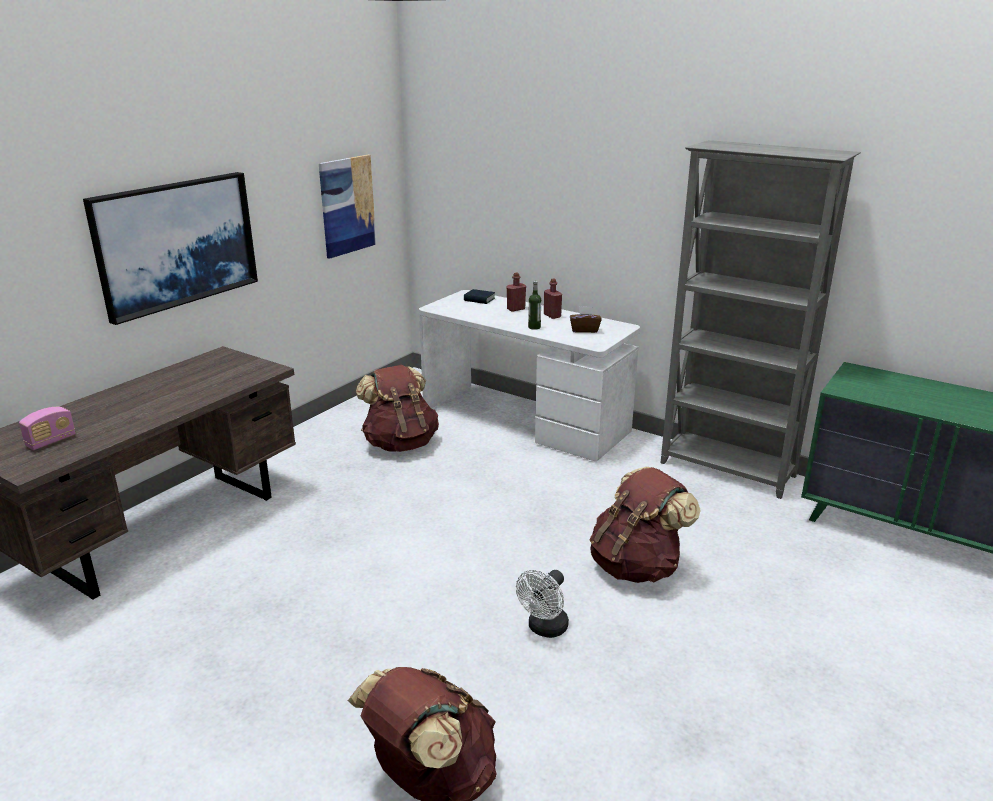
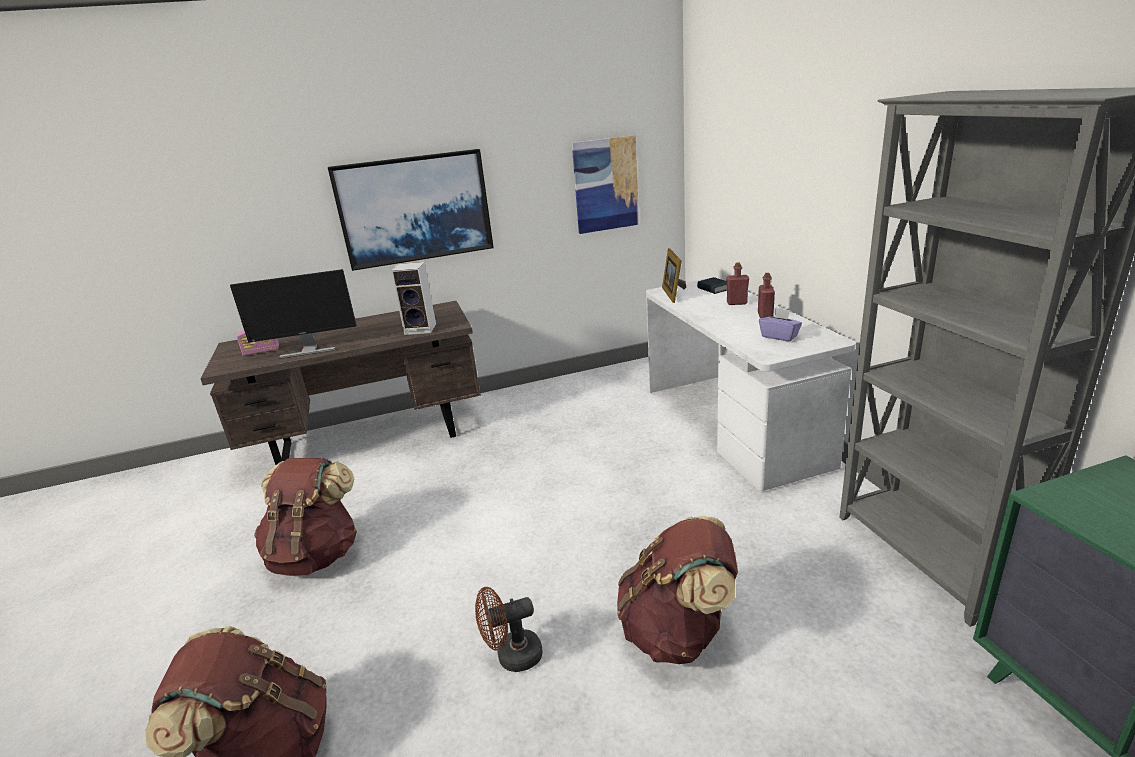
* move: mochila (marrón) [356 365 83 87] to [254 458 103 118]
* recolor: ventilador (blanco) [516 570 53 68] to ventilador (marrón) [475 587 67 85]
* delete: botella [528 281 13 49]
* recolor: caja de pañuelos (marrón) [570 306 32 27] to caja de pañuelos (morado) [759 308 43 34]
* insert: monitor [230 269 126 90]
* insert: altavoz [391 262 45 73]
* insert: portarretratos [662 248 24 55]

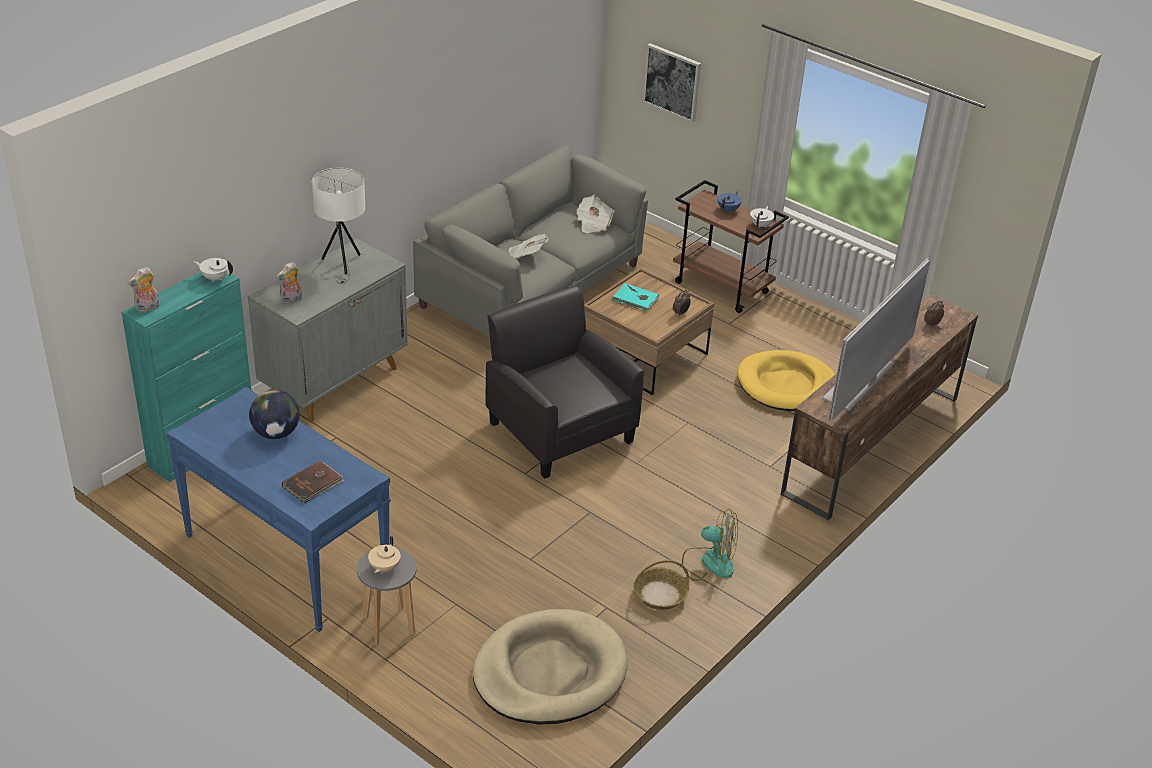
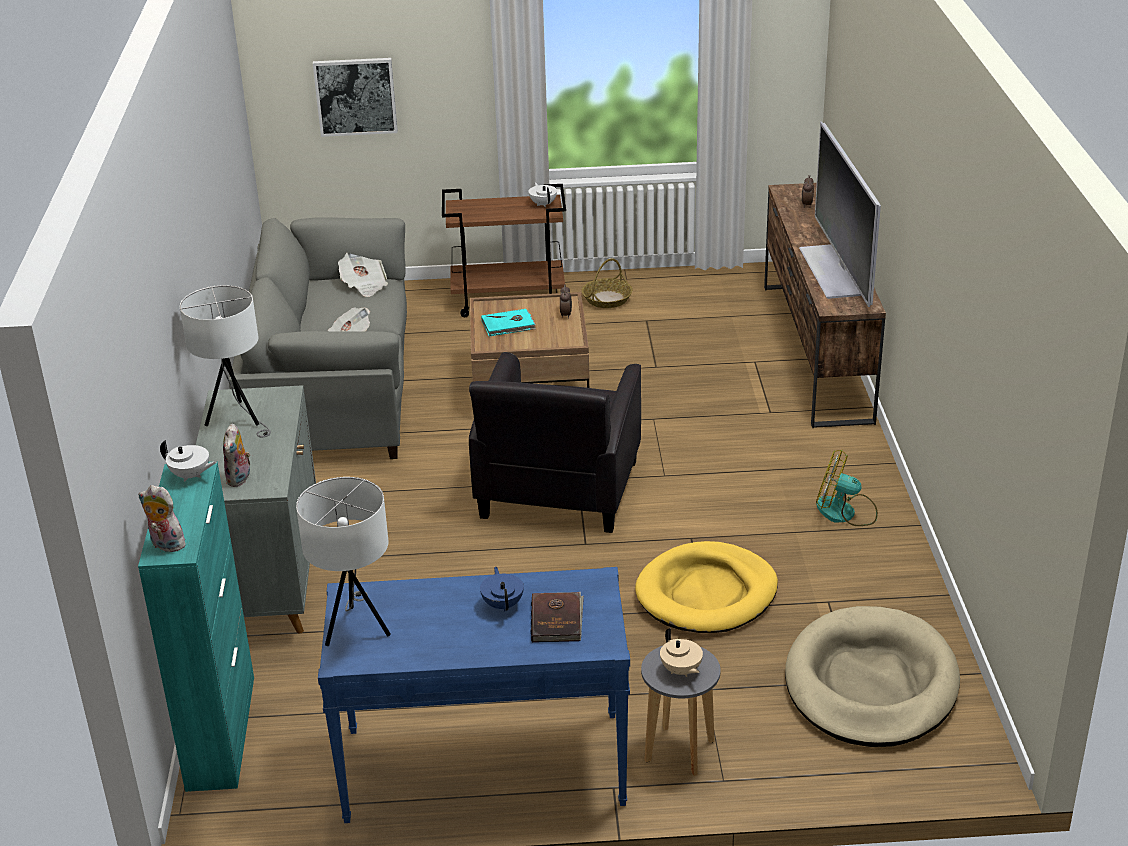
* rotate: peluche [128 267 31 46] = [138 485 48 67] 105 degrees clockwise
* rotate: tetera (blanco) [194 258 39 24] = [160 440 57 42] 135 degrees counterclockwise
* delete: globo terráqueo [249 390 51 49]
* rotate: sillón (negro) [486 285 158 194] = [469 352 172 181] 90 degrees counterclockwise
* move: cesta [634 560 55 50] to [582 258 51 50]
* rotate: ventilador [682 509 56 72] = [816 450 62 76] 135 degrees counterclockwise
* move: tetera (azul) [718 191 24 21] to [480 567 44 45]
* move: cama para perro (amarillo) [738 350 97 61] to [635 541 143 92]
* insert: lámpara de mesa (blanco) [296 477 95 169]

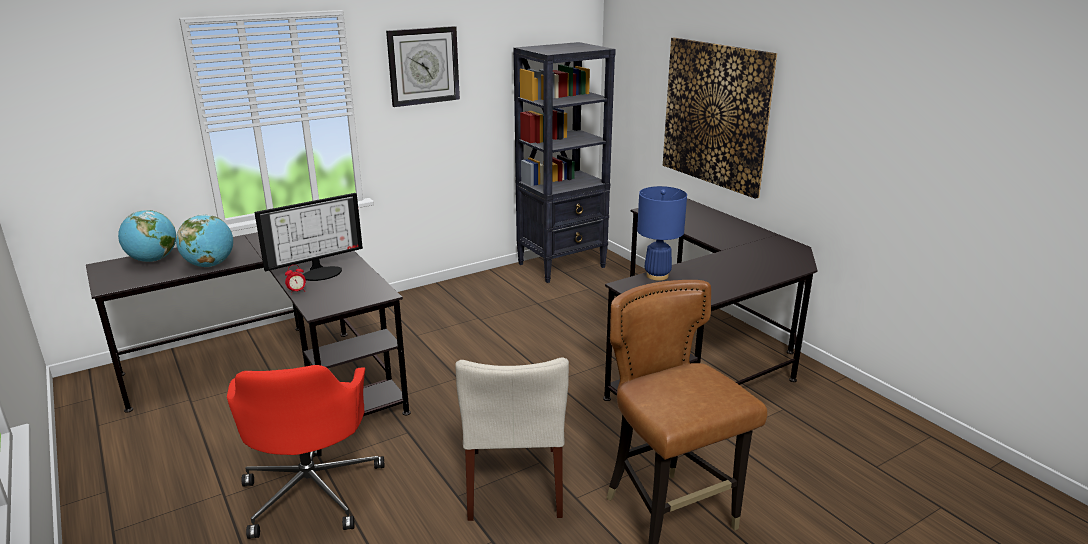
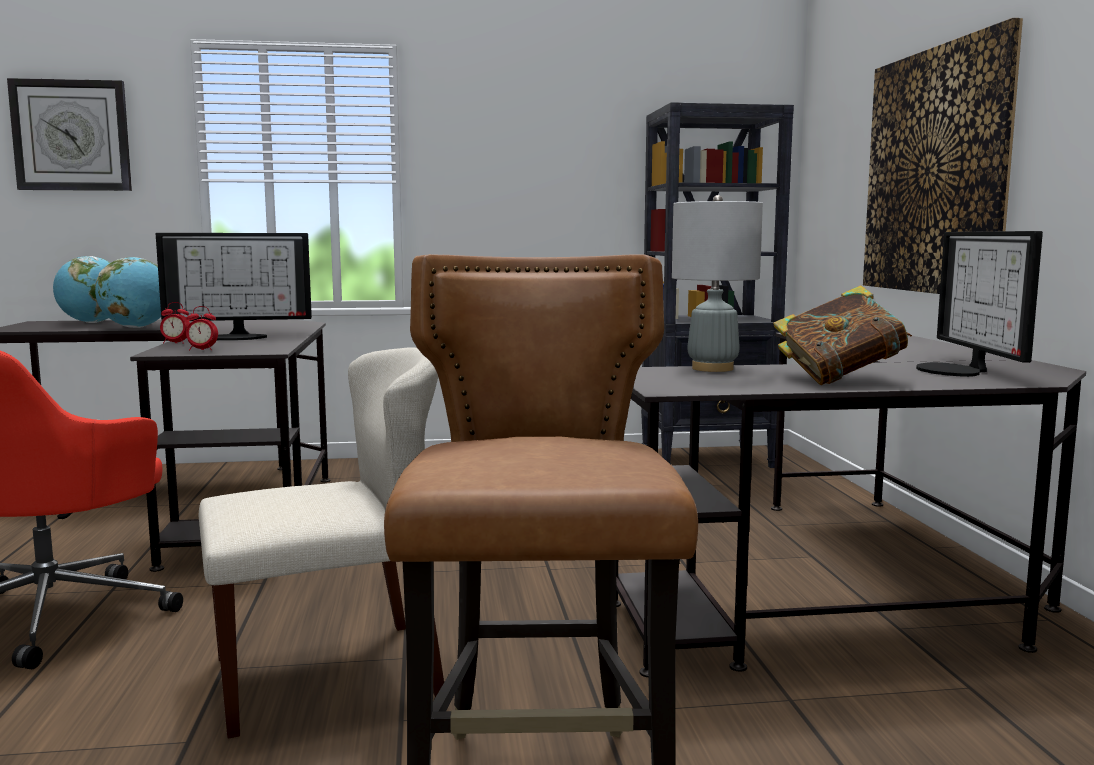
* move: reloj de pared [386 26 74 81] to [7 78 125 113]
* rotate: silla (beis) [455 357 114 164] = [199 347 245 392] 135 degrees counterclockwise
* recolor: lámpara de mesa (azul) [637 186 50 95] to lámpara de mesa (gris) [672 195 91 177]
* insert: despertador [186 306 32 44]
* insert: libro [773 285 139 100]
* insert: monitor [916 231 127 146]

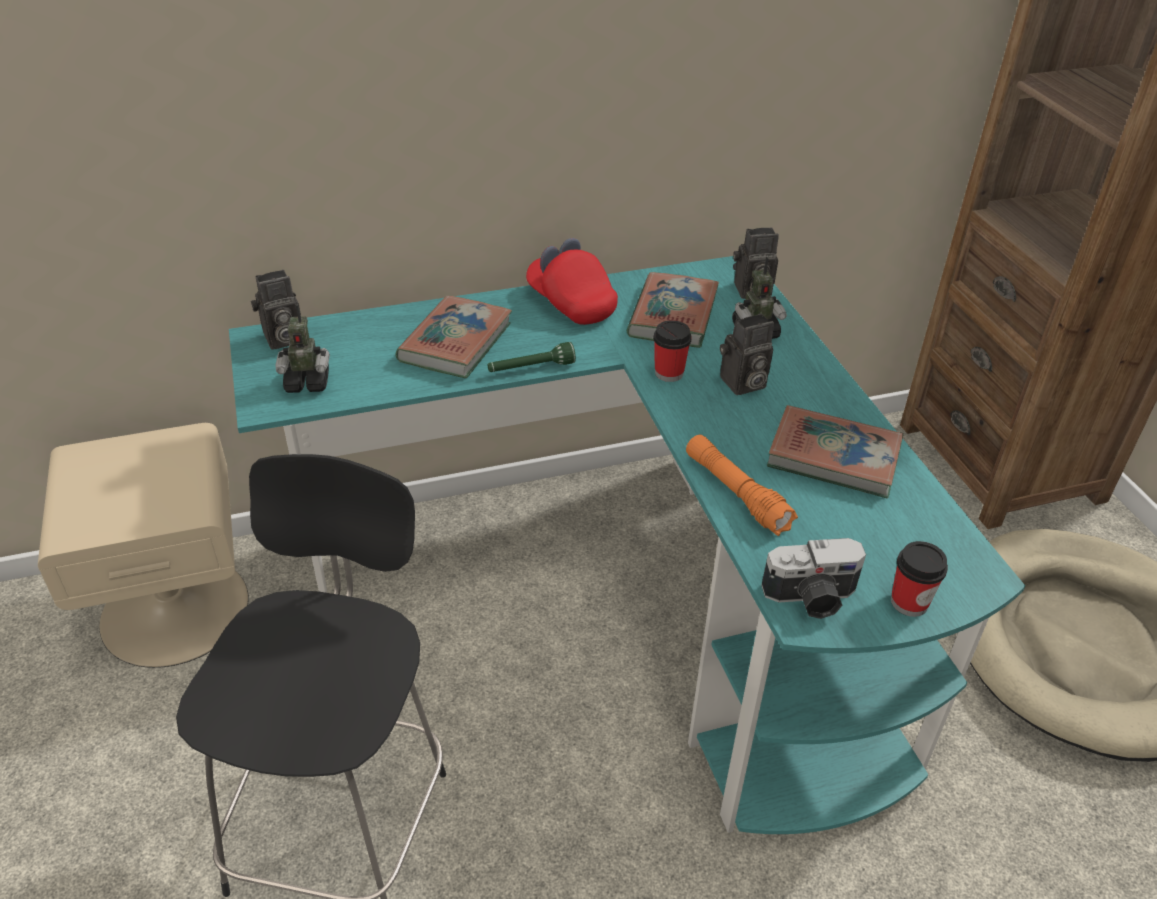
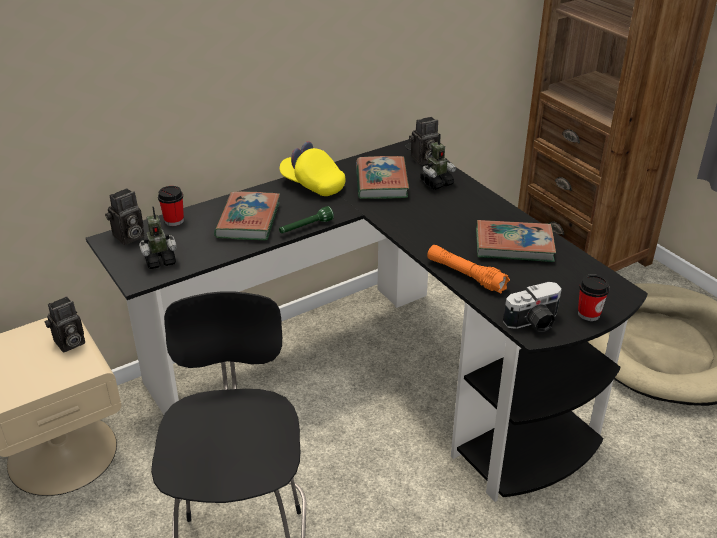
* recolor: escritorio (turquesa) [229 256 796 578] to escritorio (negro) [86 139 562 363]
* recolor: gorra (rojo) [526 238 92 87] to gorra (amarillo) [280 142 65 54]
* move: taza [653 320 39 62] to [158 186 26 40]
* move: cámara [720 314 54 81] to [45 296 40 57]

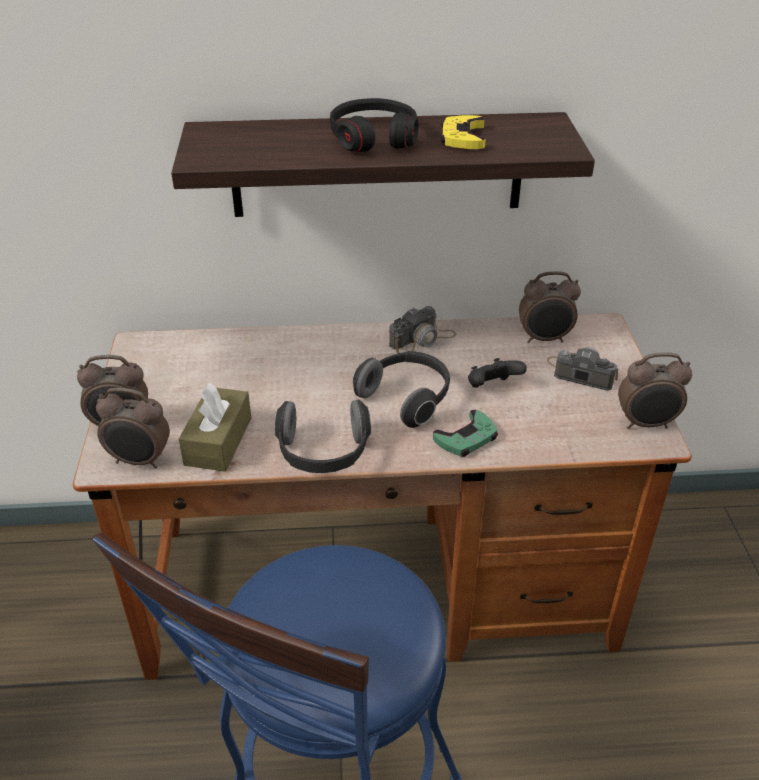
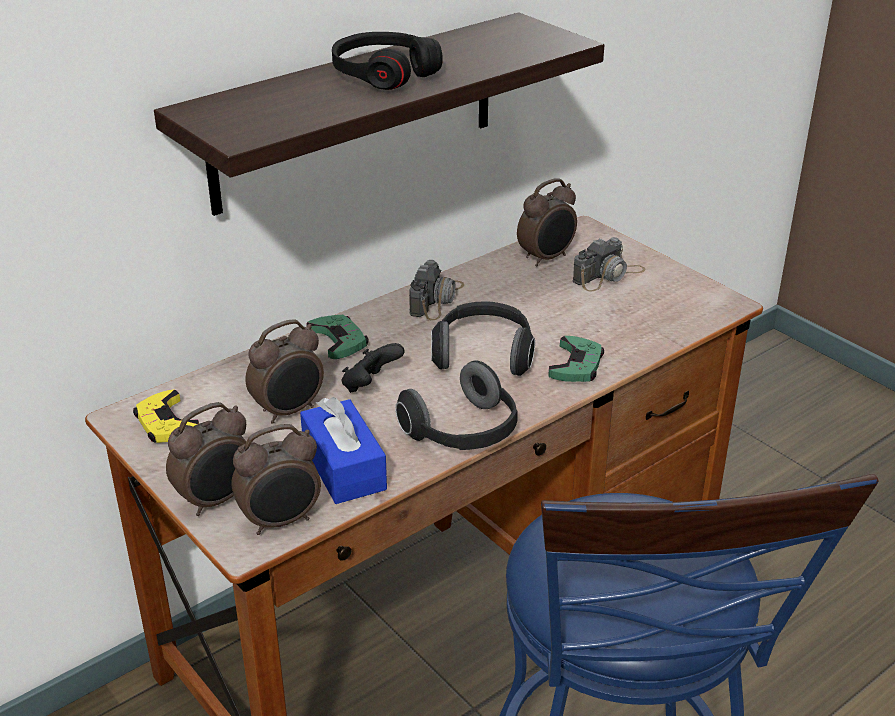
* recolor: caja de pañuelos (marrón) [179 383 72 89] to caja de pañuelos (azul) [300 397 87 107]
* move: mando de consola (amarillo) [441 115 45 34] to [133 390 66 53]
* move: mando de consola (negro) [468 358 59 30] to [342 343 63 50]
* rotate: cámara [547 347 71 43] = [572 237 74 54] 150 degrees clockwise
* move: despertador [618 352 74 77] to [245 319 79 105]
* insert: mando de consola (verde) [307 315 62 44]

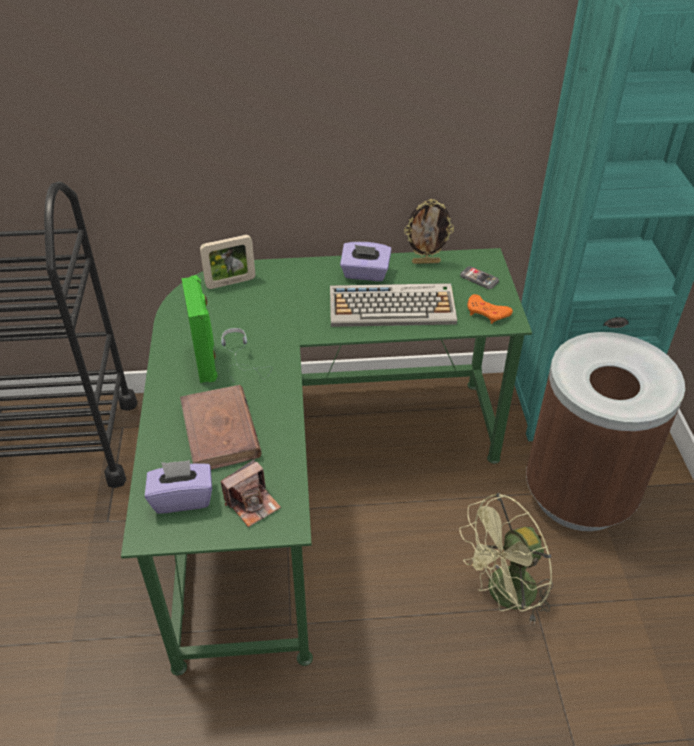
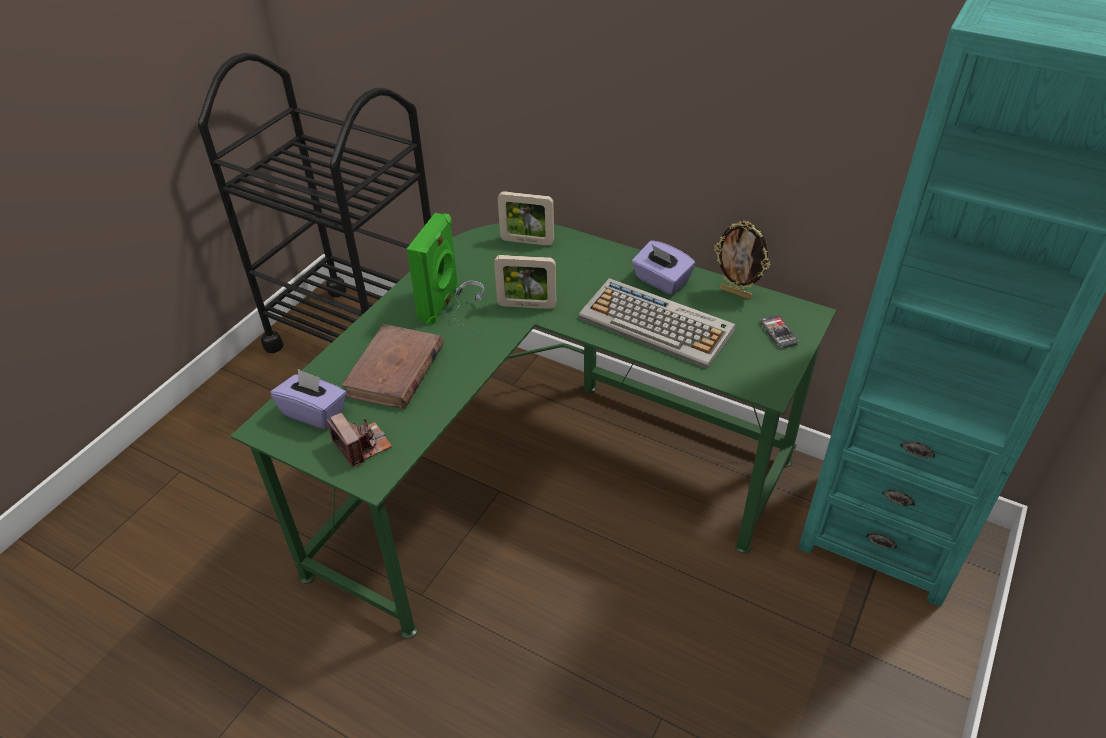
* rotate: cámara [221 460 60 67] = [327 413 65 54] 120 degrees counterclockwise
* delete: ventilador (verde) [459 493 94 131]
* delete: mando de consola (naranja) [467 294 46 30]
* delete: papelera (marrón) [526 332 159 199]
* insert: portarretratos [494 255 62 54]

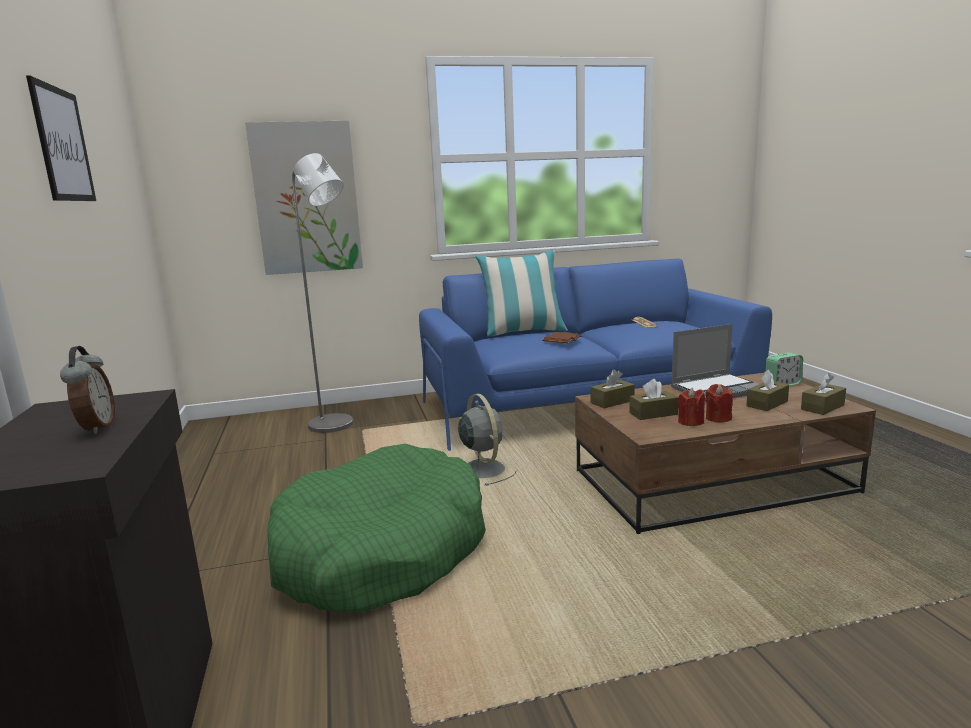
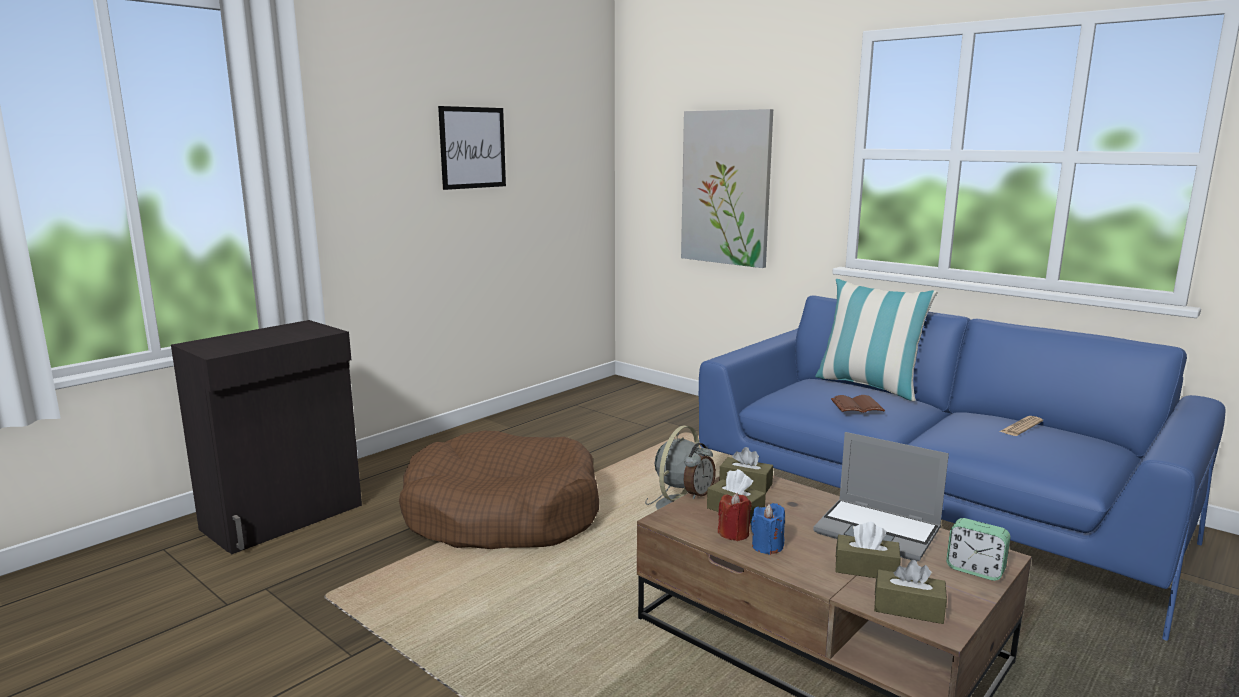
* move: despertador [60 346 55 88] to [684 443 32 56]
* recolor: cama para perro (verde) [267 444 219 169] to cama para perro (marrón) [399 430 200 119]
* delete: lámpara de pie (gris) [292 153 61 280]
* recolor: vela (rojo) [705 384 28 38] to vela (azul) [751 503 34 52]

